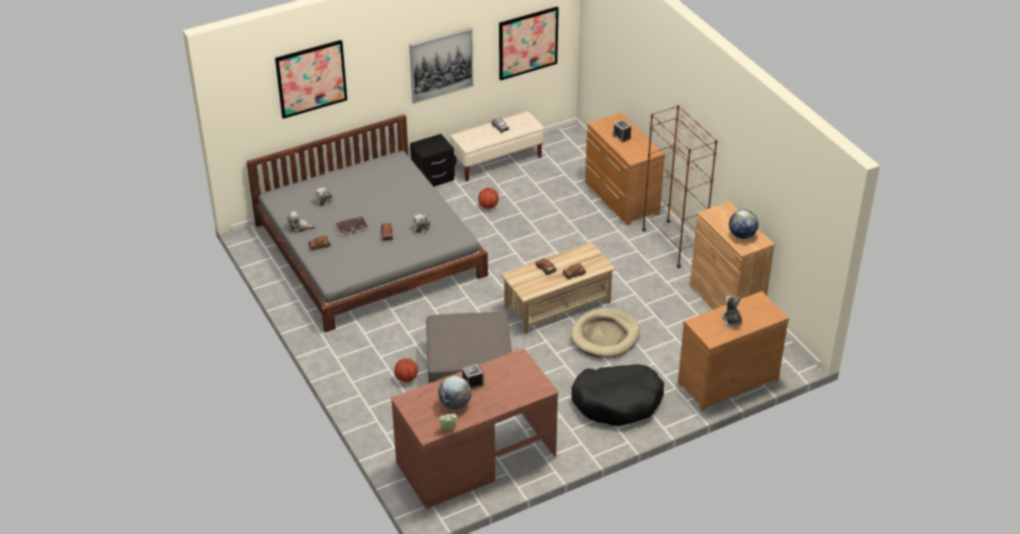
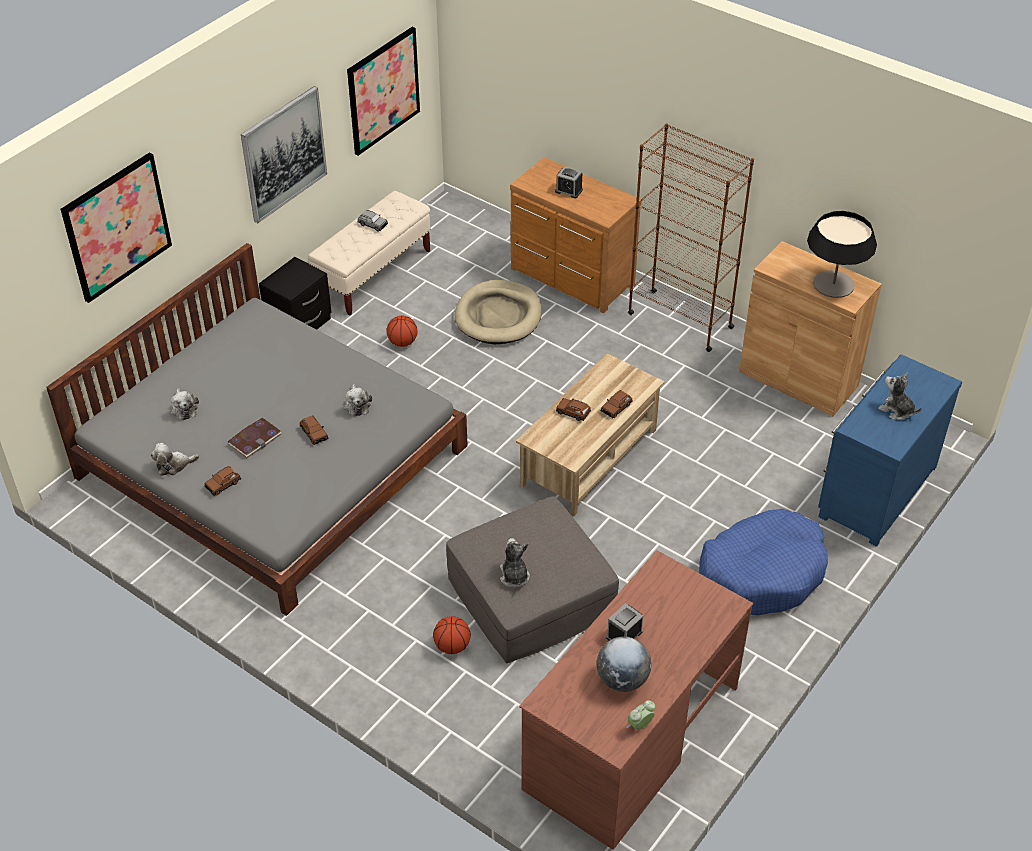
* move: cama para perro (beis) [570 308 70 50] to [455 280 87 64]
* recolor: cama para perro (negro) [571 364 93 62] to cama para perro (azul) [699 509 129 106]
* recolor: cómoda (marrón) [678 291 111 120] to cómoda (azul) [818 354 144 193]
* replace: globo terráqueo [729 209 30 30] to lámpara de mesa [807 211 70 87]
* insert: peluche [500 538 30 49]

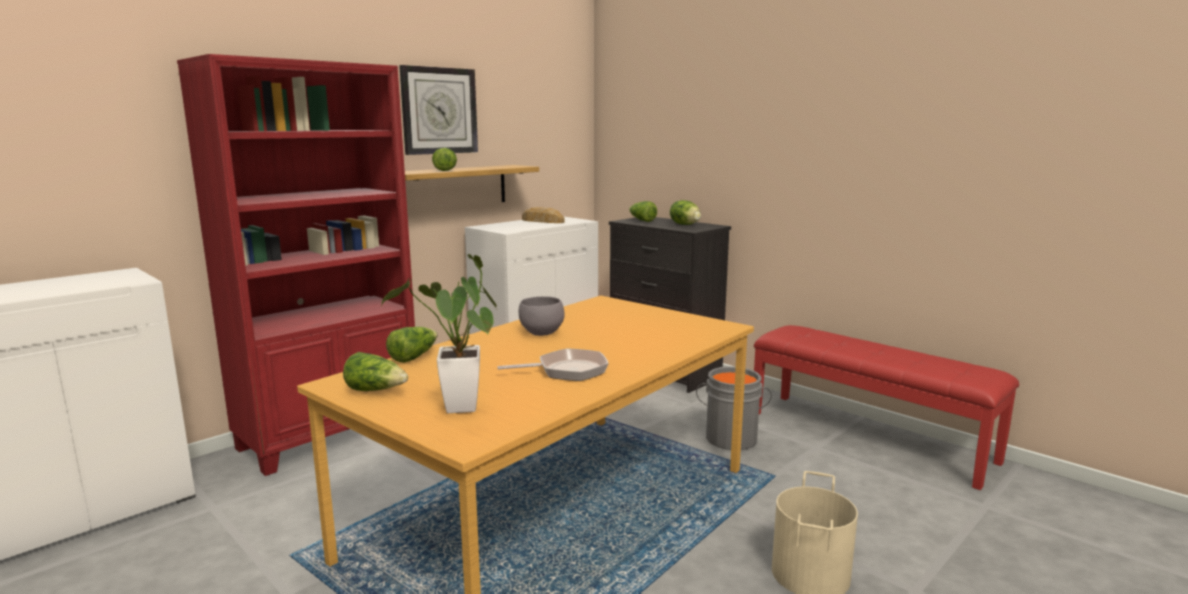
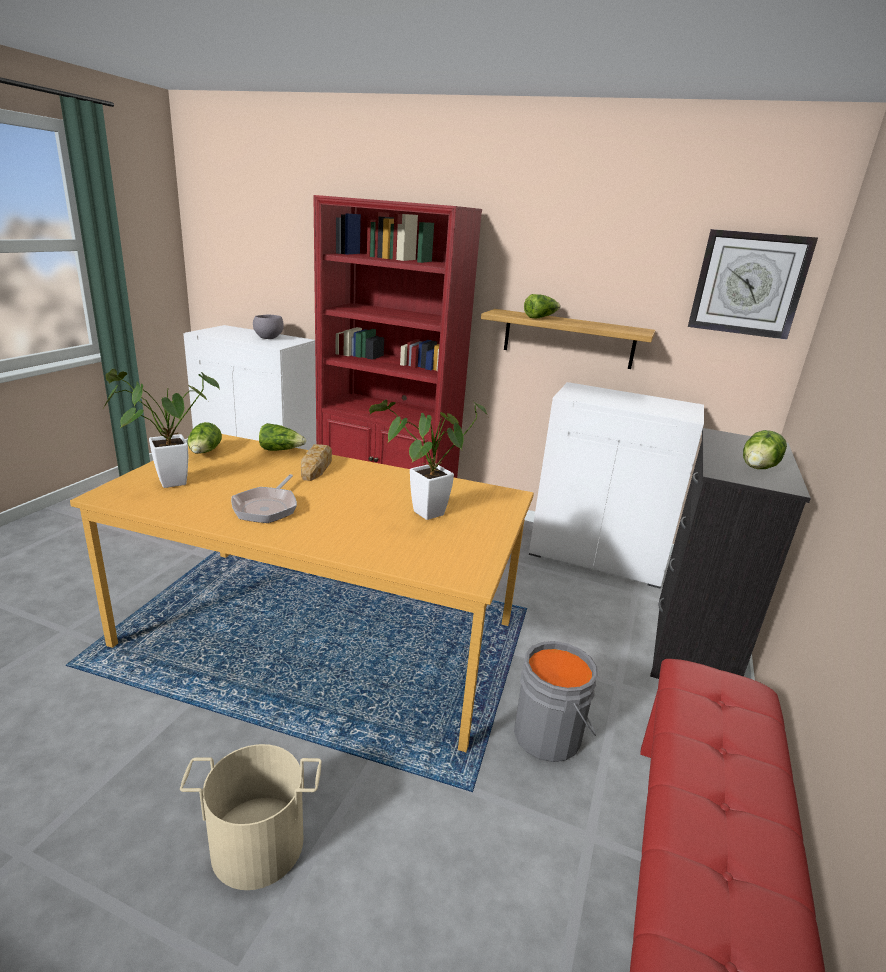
* move: reloj de pared [399 65 79 90] to [688 229 130 111]
* rotate: sartén [497 348 112 33] = [231 474 66 49] 45 degrees clockwise
* move: cuenco (gris) [518 296 47 40] to [253 315 31 24]
* move: pan [522 207 43 16] to [301 444 31 37]
* delete: lechuga [629 201 28 21]
* insert: planta en maceta [369 400 118 120]

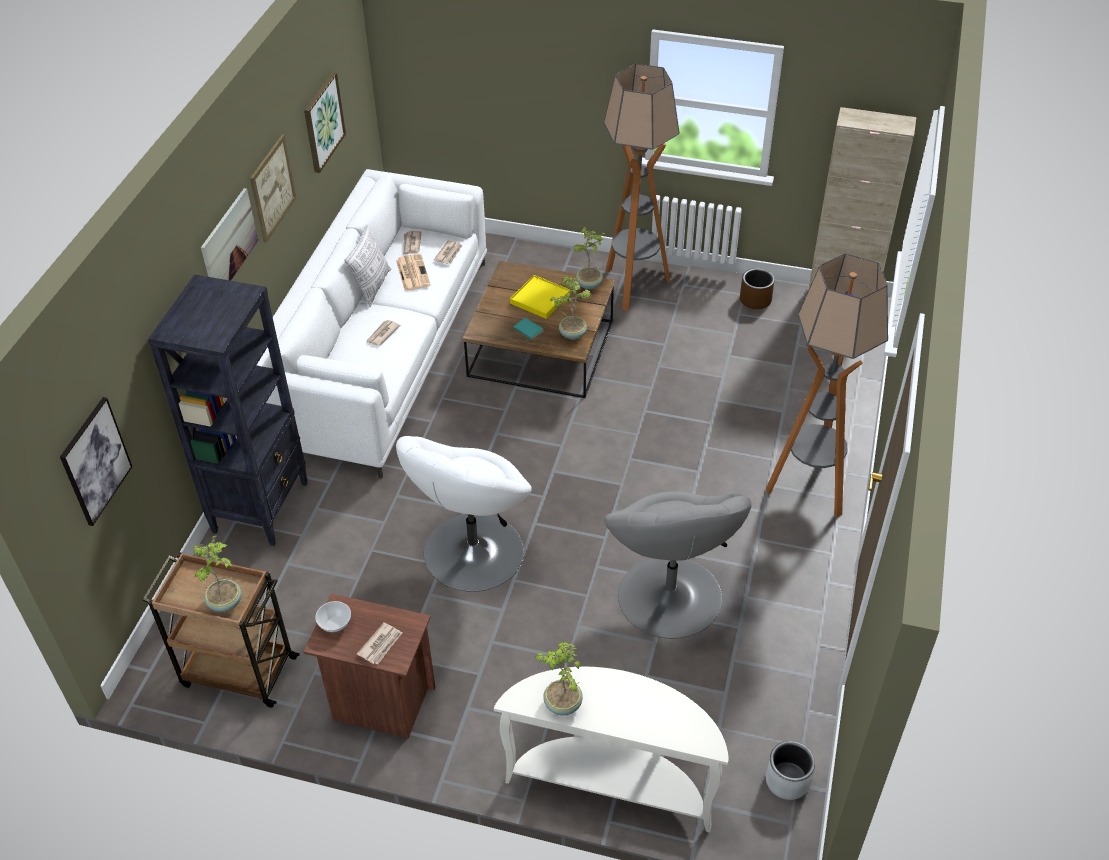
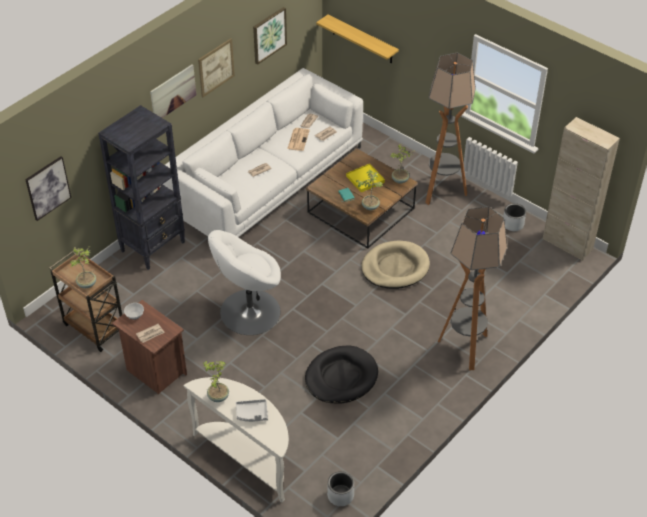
* delete: cojín [344 224 47 83]
* replace: sillón (gris) [604 492 148 147] to cama para perro (negro) [305 346 73 58]
* recolor: maceta (marrón) [740 268 35 41] to maceta (gris) [503 203 23 28]
* insert: bandeja (gris) [236 399 32 23]
* insert: estante [316 15 83 48]
* insert: cama para perro (beis) [361 241 69 48]

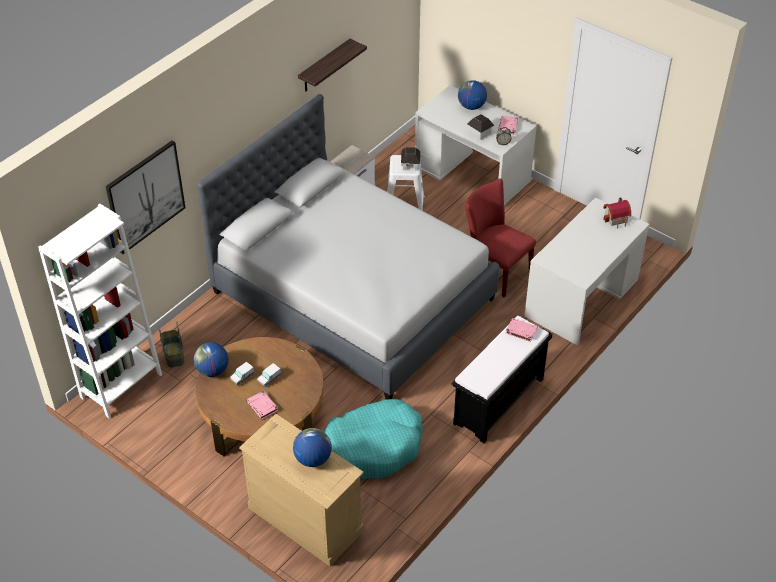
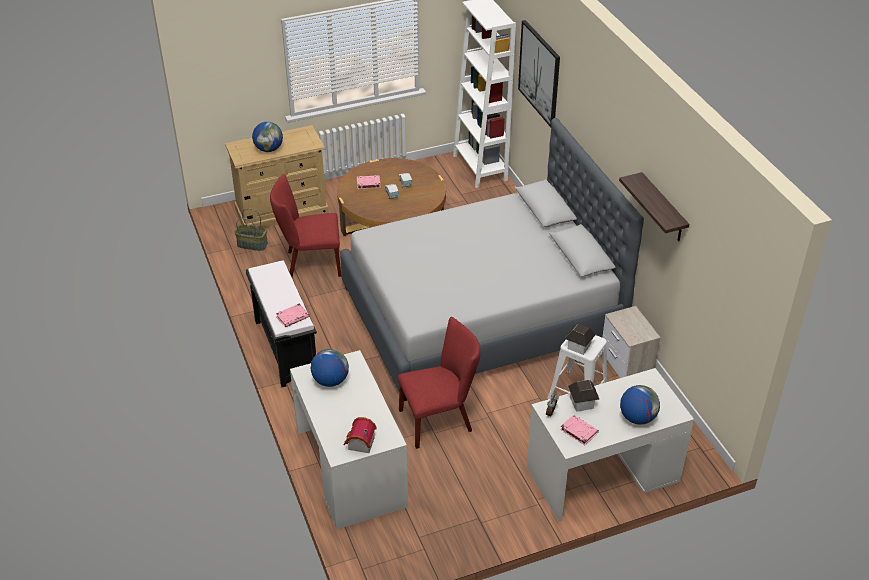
* move: cesta [158 322 26 45] to [234 208 34 43]
* move: globo terráqueo [194 342 35 35] to [311 349 38 38]
* replace: cama para perro (turquesa) [324 399 98 80] to silla (rojo) [270 174 72 103]

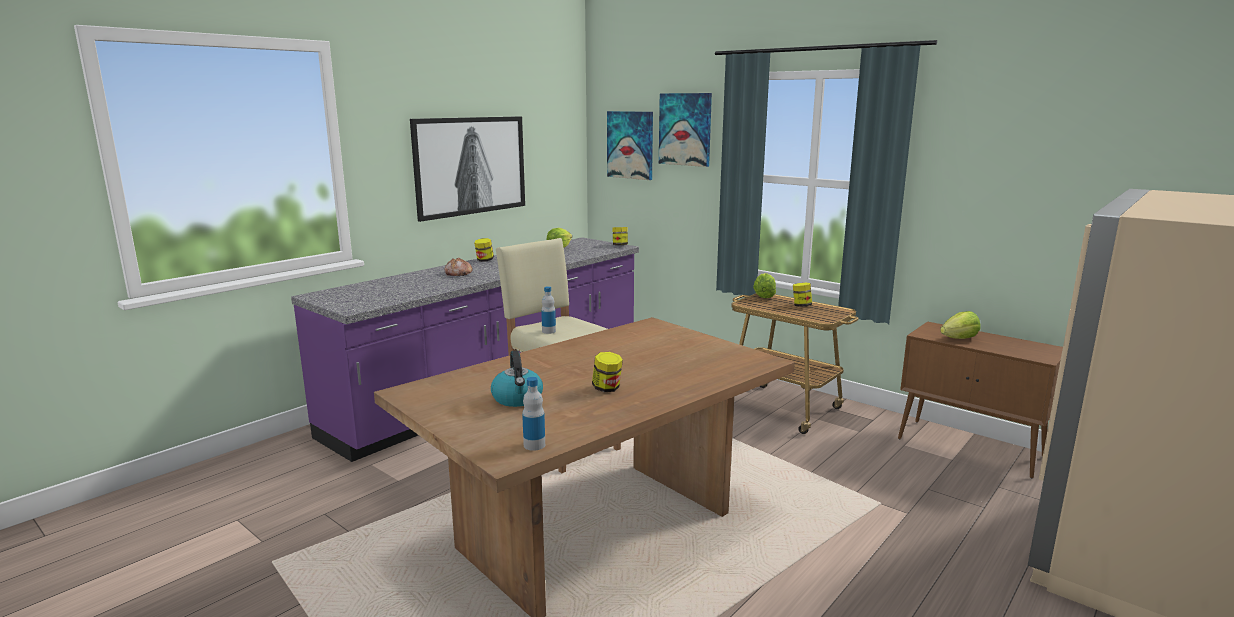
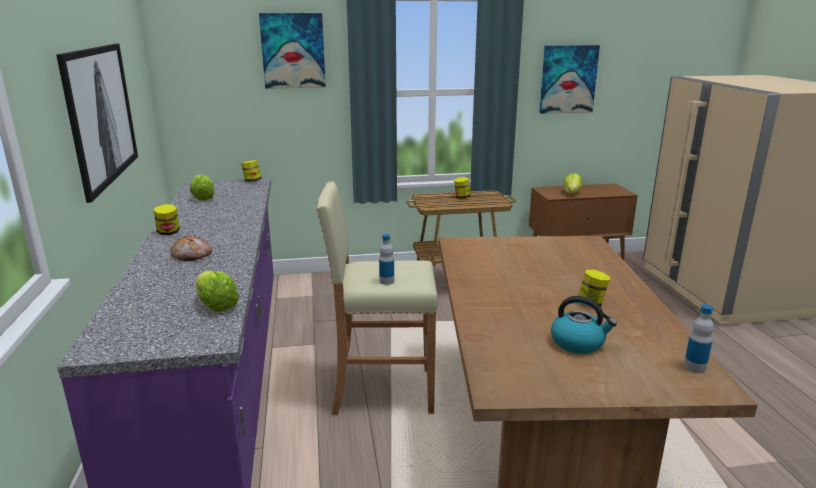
* move: cuadro [607 111 46 69] to [539 45 61 69]
* move: lechuga [753 273 23 25] to [195 271 44 41]

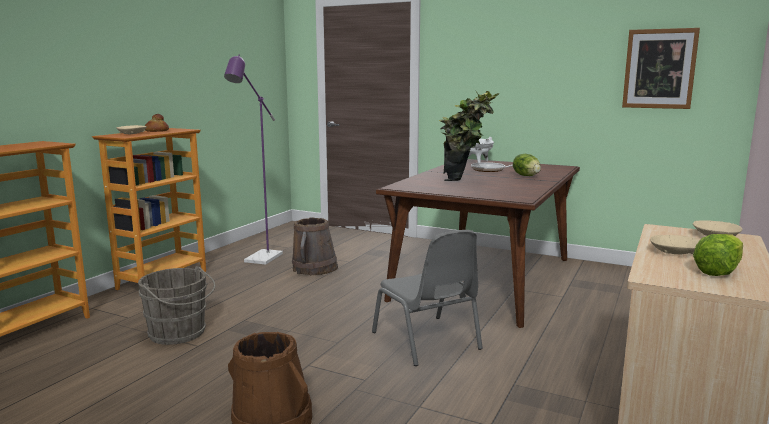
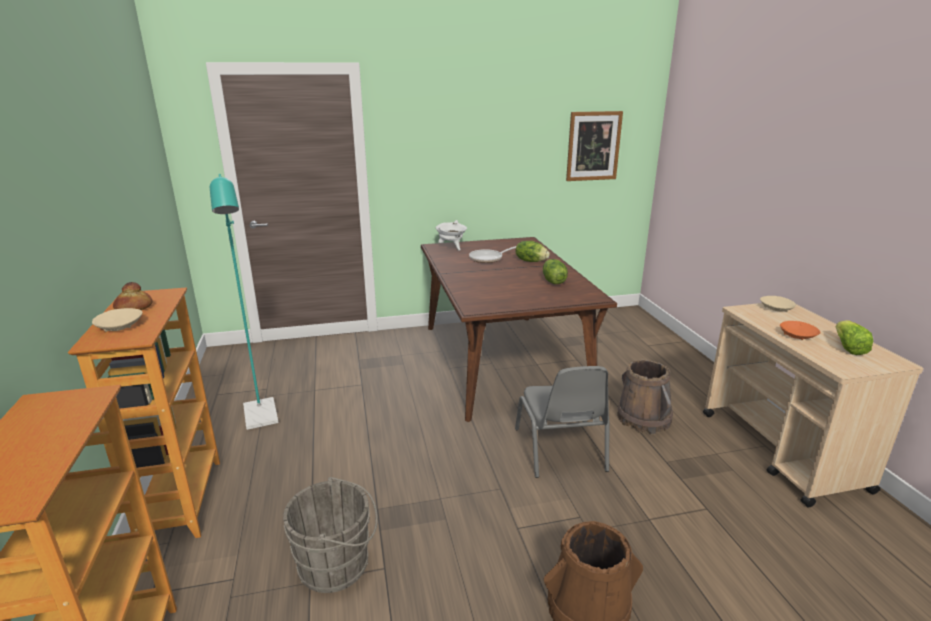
* recolor: lámpara de pie (morado) [224 55 59 210] to lámpara de pie (turquesa) [210 174 69 256]
* move: cubo (marrón) [292 217 46 58] to [617 359 56 75]
* rotate: silla (gris) [372 230 111 136] = [515 366 94 112] 60 degrees clockwise
* delete: planta en maceta [439 90 61 91]
* recolor: cuenco (beis) [650 235 50 19] to cuenco (naranja) [780 321 41 19]
* insert: lechuga [543 259 25 25]

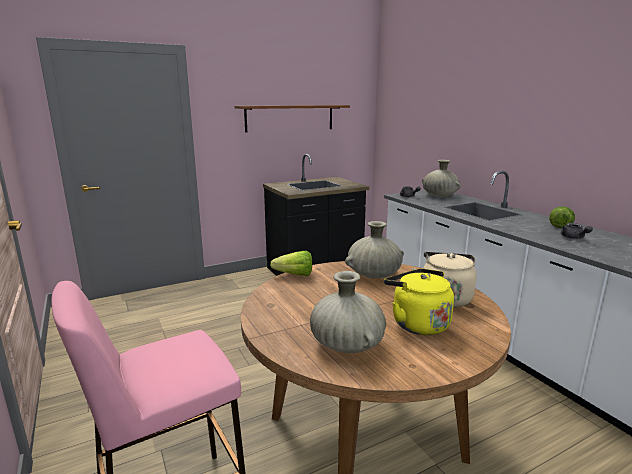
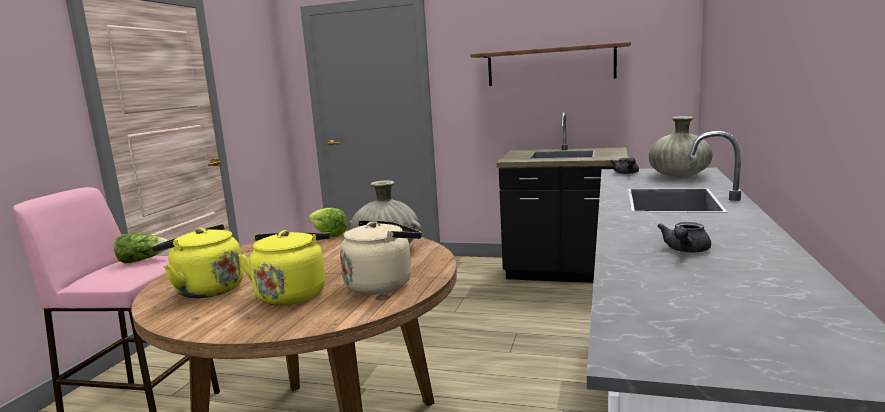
* replace: florero (beis) [310 271 76 82] to hervidor (amarillo) [151 224 93 74]
* move: lechuga [549 206 26 22] to [114 233 54 30]

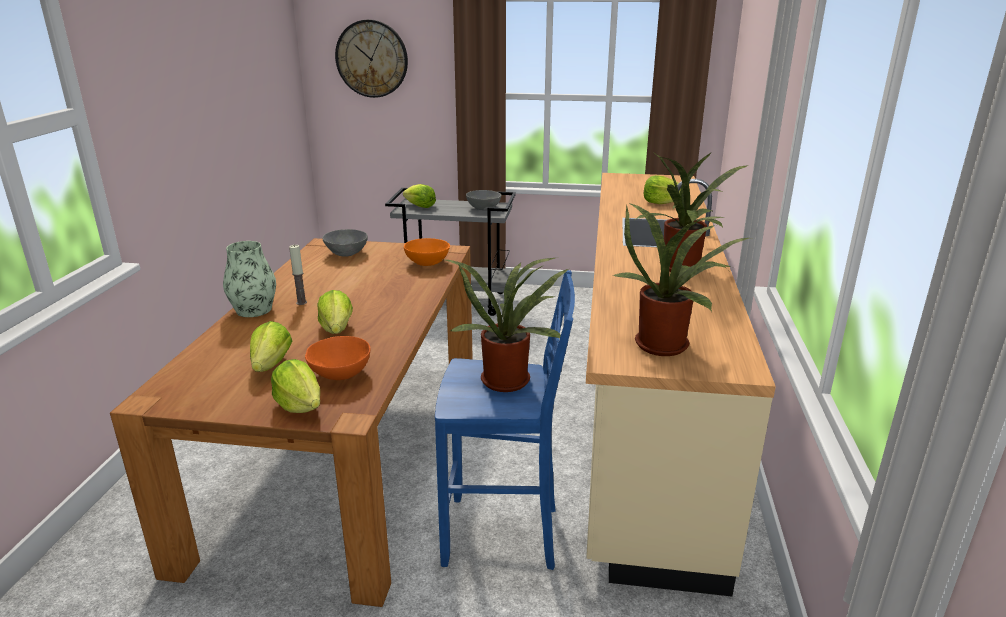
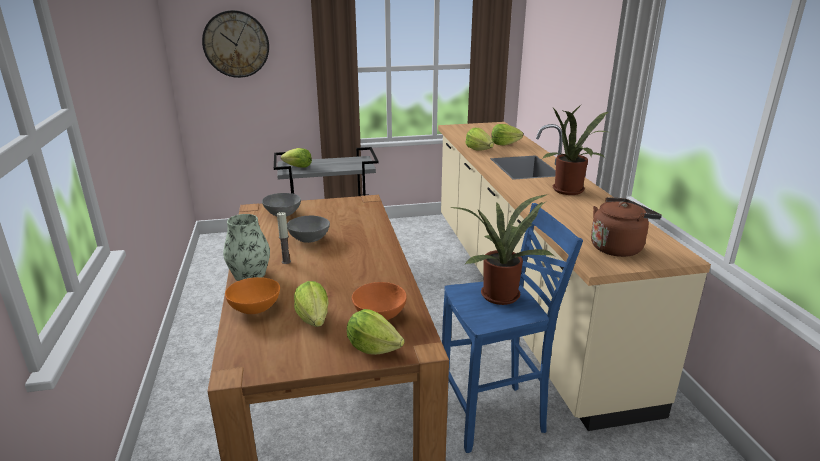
* move: lechuga [318 290 35 44] to [465 128 29 23]
* move: cuenco (naranja) [404 238 46 28] to [225 277 55 37]
* move: cuenco (gris) [466 190 35 20] to [287 216 43 27]
* replace: planta en maceta [613 203 136 153] to hervidor (marrón) [591 197 71 60]

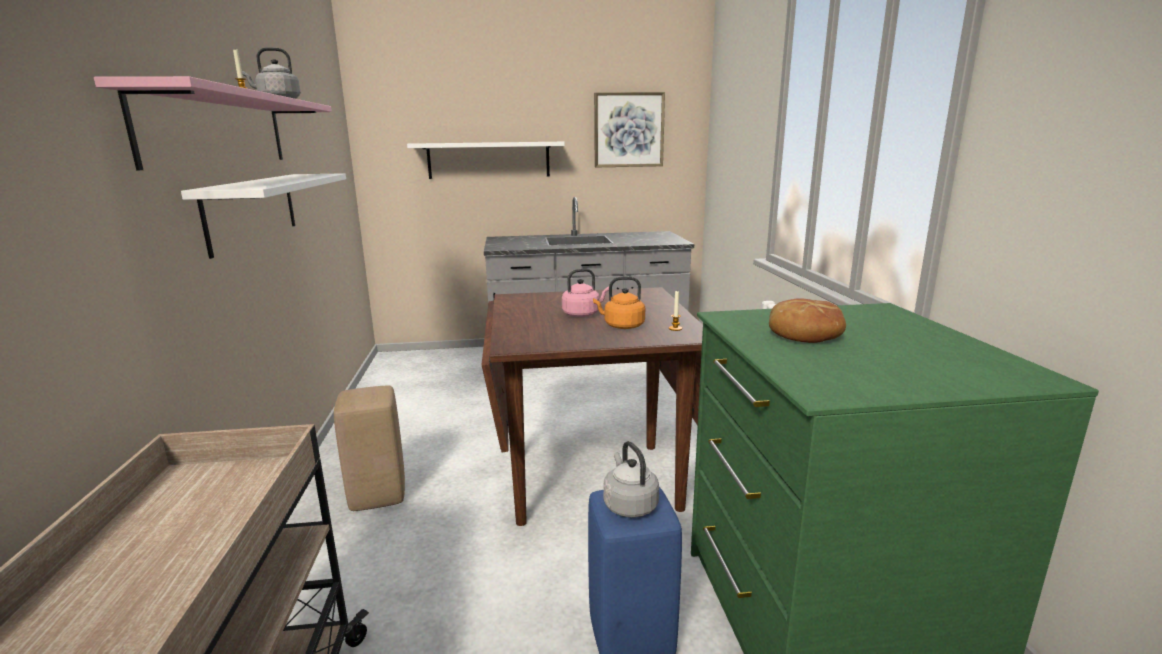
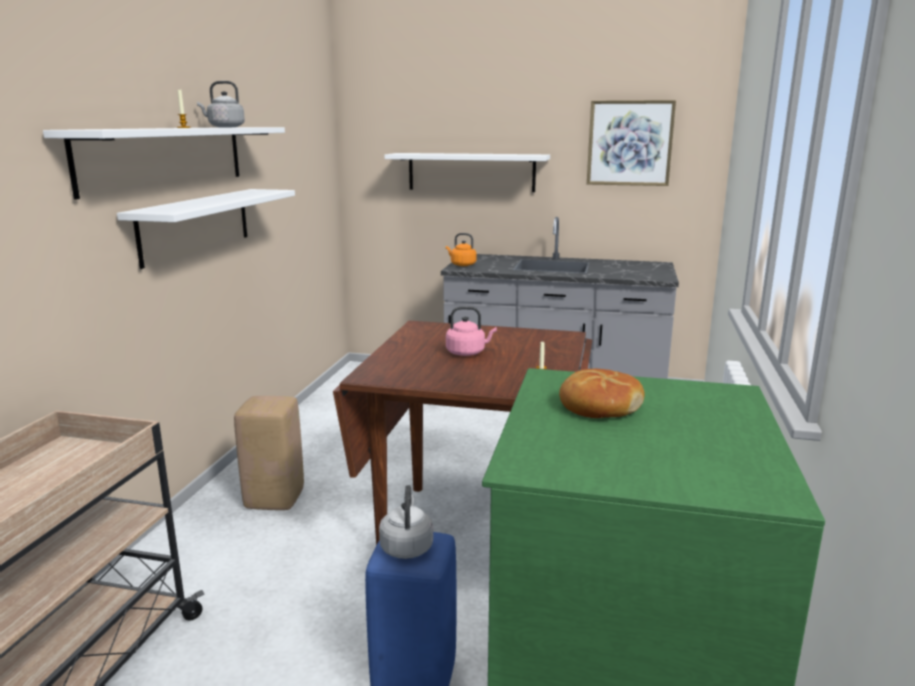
* recolor: estante (rosa) [94 76 238 94] to estante (blanco) [43 127 242 73]
* move: hervidor (naranja) [593 277 52 52] to [446 233 30 33]

